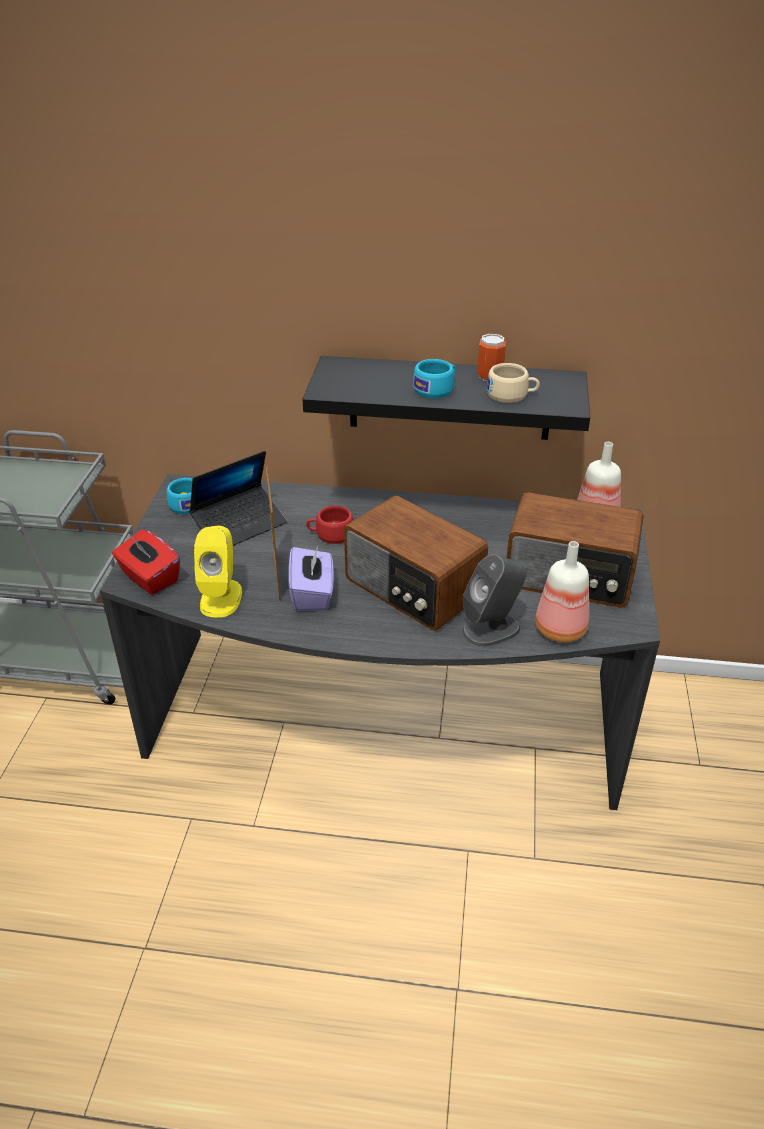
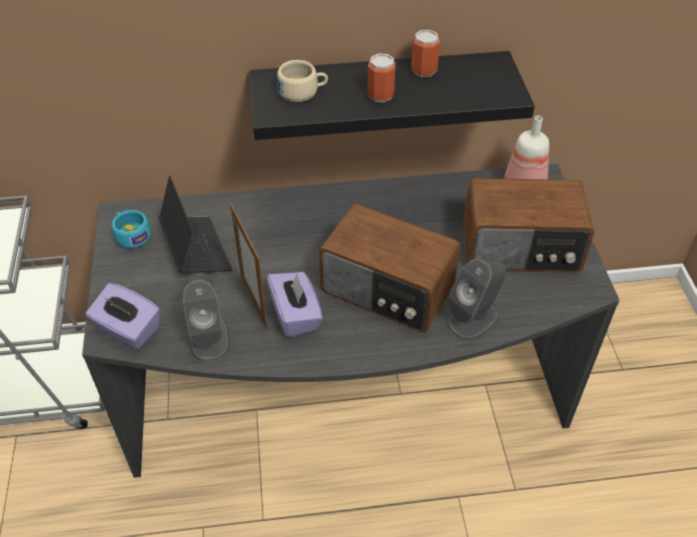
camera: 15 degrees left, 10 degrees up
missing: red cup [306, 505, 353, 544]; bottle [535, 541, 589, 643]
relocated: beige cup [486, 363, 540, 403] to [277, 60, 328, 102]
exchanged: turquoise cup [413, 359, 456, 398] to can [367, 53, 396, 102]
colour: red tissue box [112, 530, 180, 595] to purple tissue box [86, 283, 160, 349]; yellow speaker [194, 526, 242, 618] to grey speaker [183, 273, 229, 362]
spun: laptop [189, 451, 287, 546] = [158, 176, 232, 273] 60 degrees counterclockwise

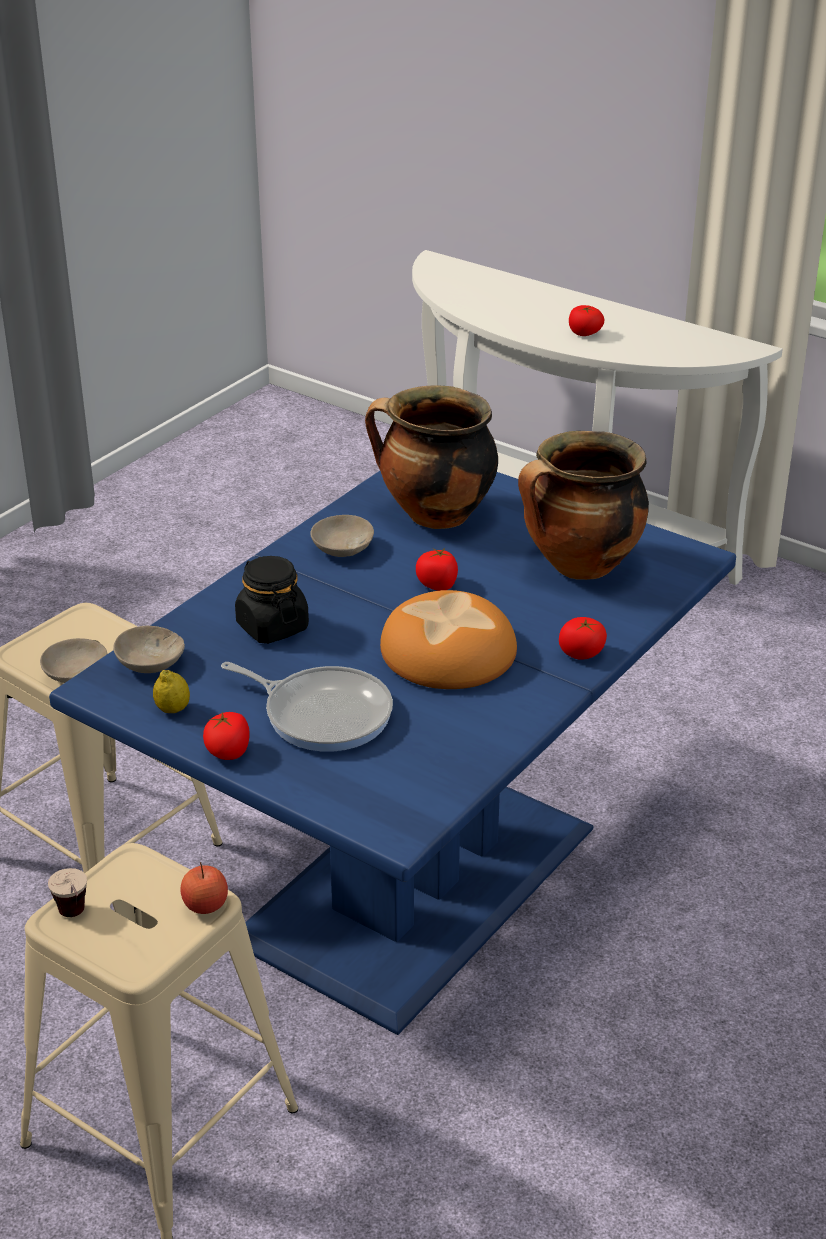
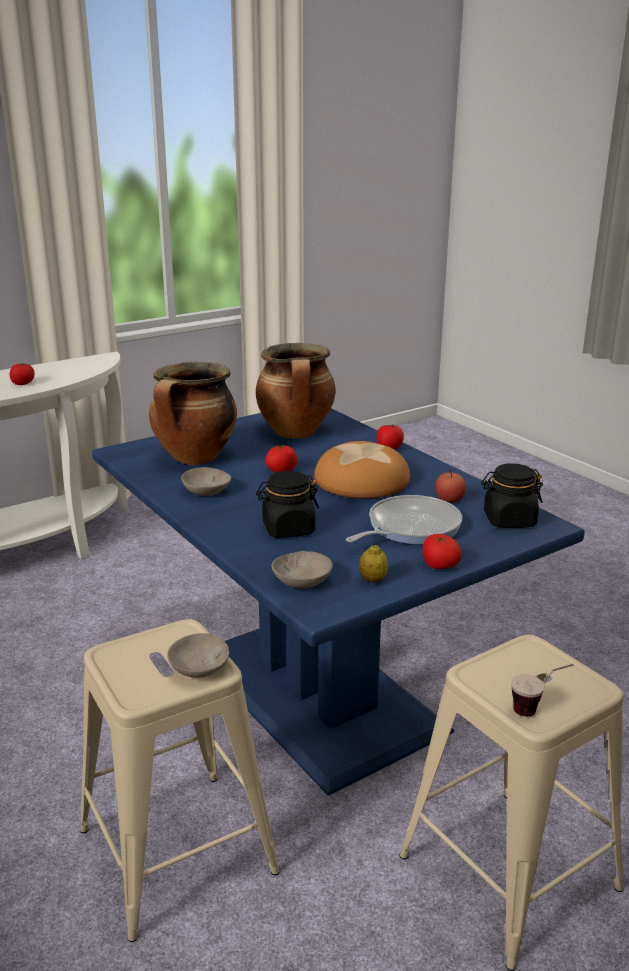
camera: 70 degrees left, 10 degrees down
appeared: black jar [481, 464, 543, 528]
relocated: apple [181, 862, 228, 914] to [435, 468, 466, 502]

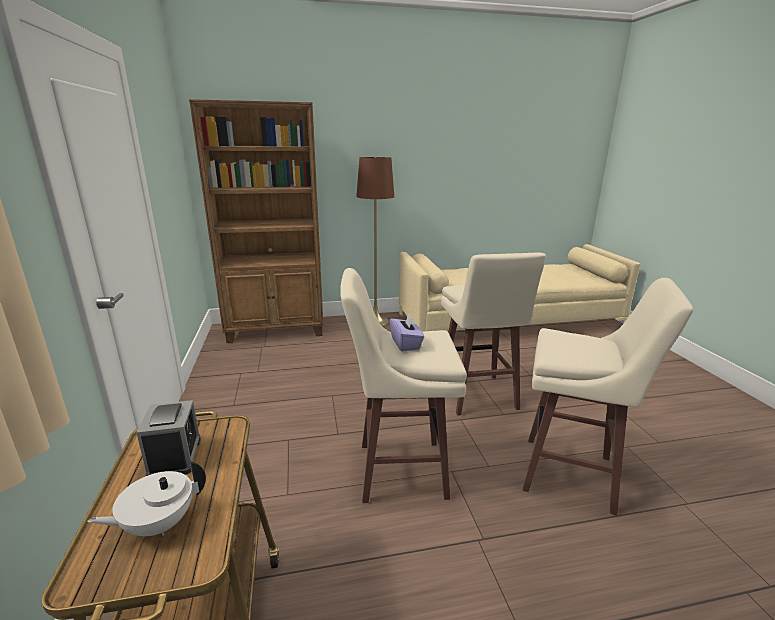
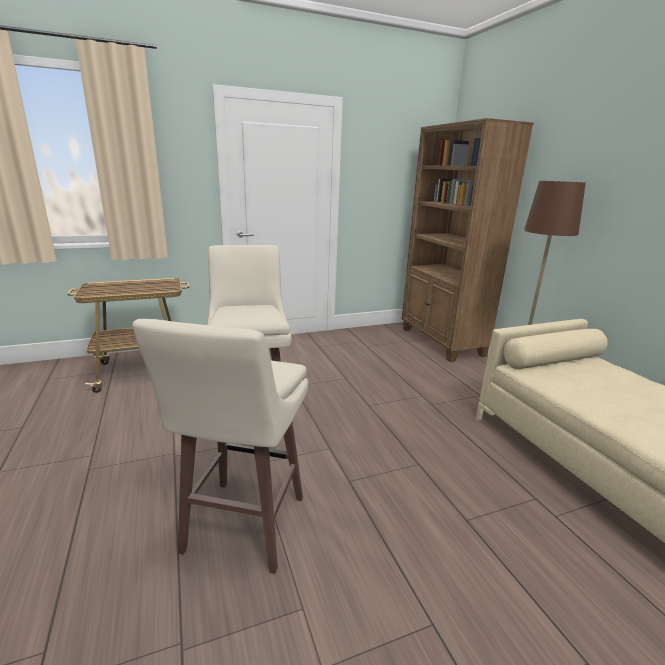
camera: 80 degrees right, 0 degrees up
missing: white teapot [87, 461, 206, 536]; alarm clock [136, 400, 201, 476]; purple tissue box [390, 314, 424, 351]; beige stool [441, 252, 546, 416]

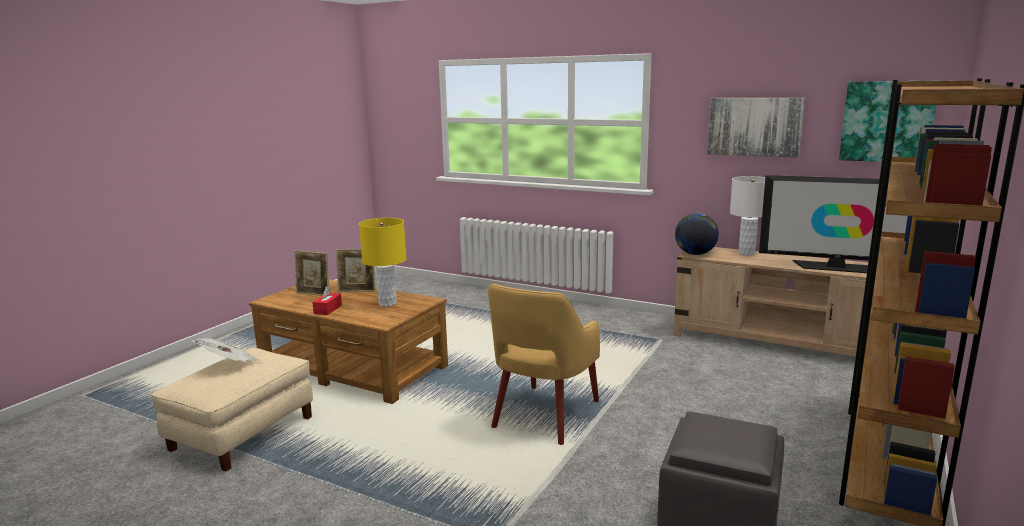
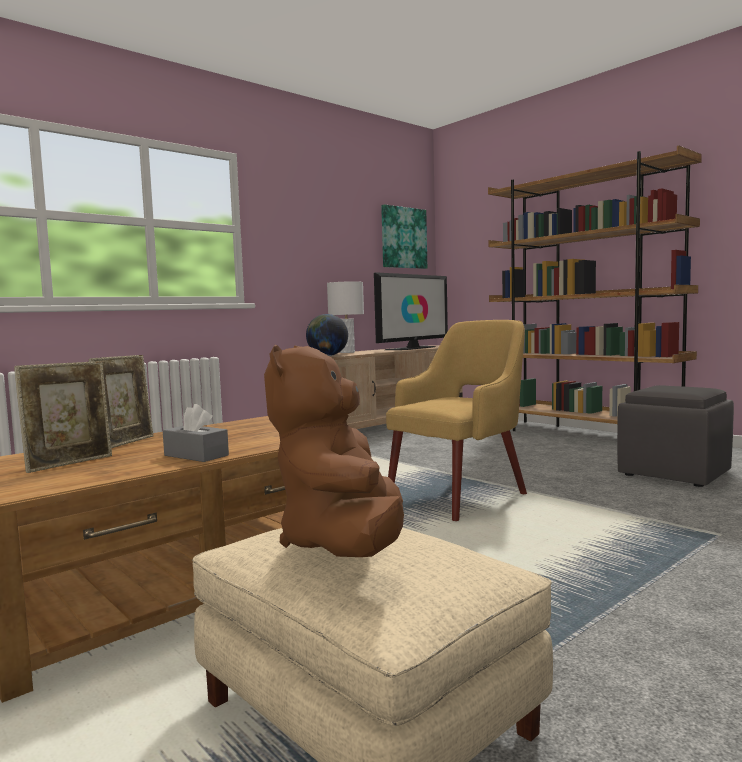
camera: 70 degrees left, 10 degrees down
missing: yellow table lamp [359, 218, 406, 307]; picture [707, 98, 805, 158]
exchanged: newspaper [191, 338, 262, 362] to brown plush toy [264, 345, 404, 557]
colour: red tissue box [312, 286, 342, 315] to grey tissue box [163, 404, 229, 462]
spun: yellow armchair [488, 284, 600, 445] = [386, 320, 527, 521] 90 degrees counterclockwise

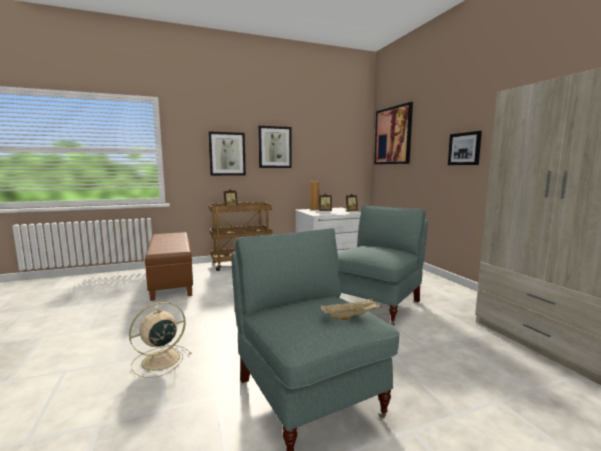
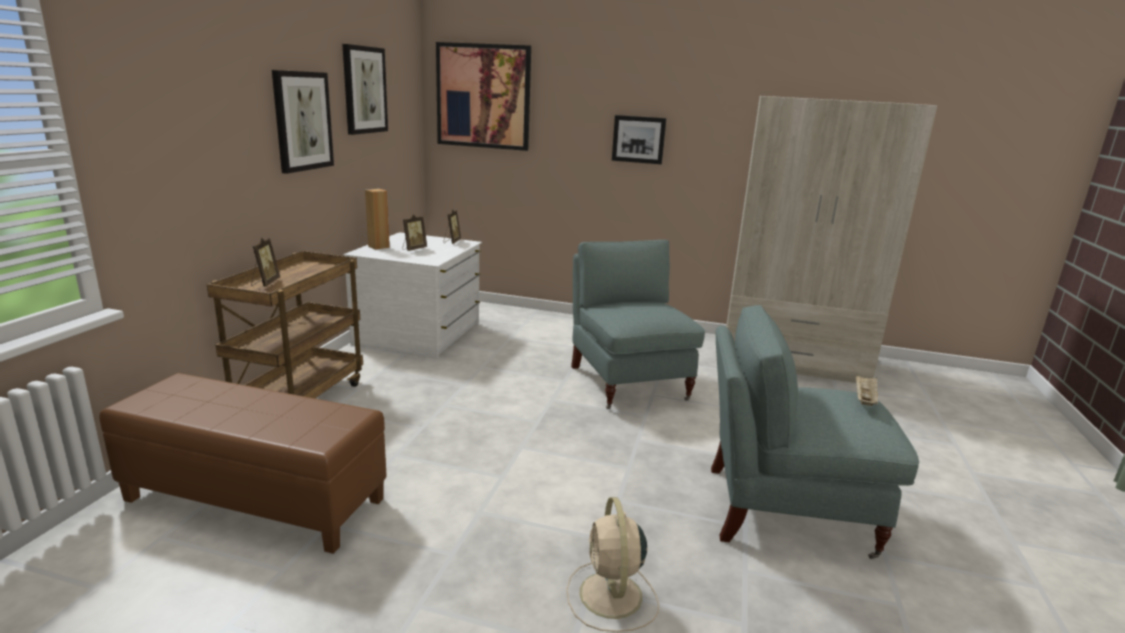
camera: 55 degrees left, 10 degrees up
relocated: picture [208, 131, 246, 176] to [342, 44, 388, 135]

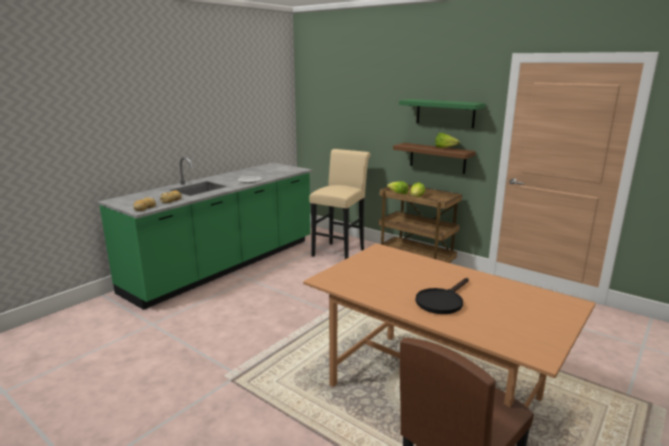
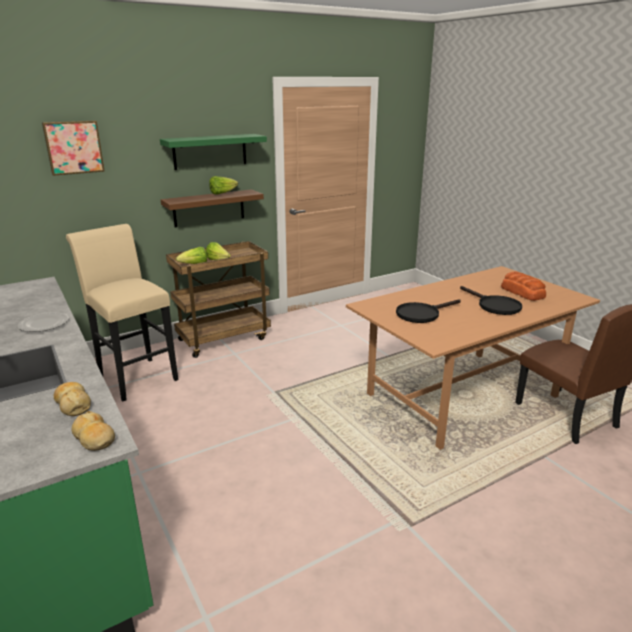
camera: 70 degrees left, 5 degrees up
appeared: picture [42, 121, 105, 176]; black frying pan [396, 300, 460, 323]; bread [501, 272, 546, 301]

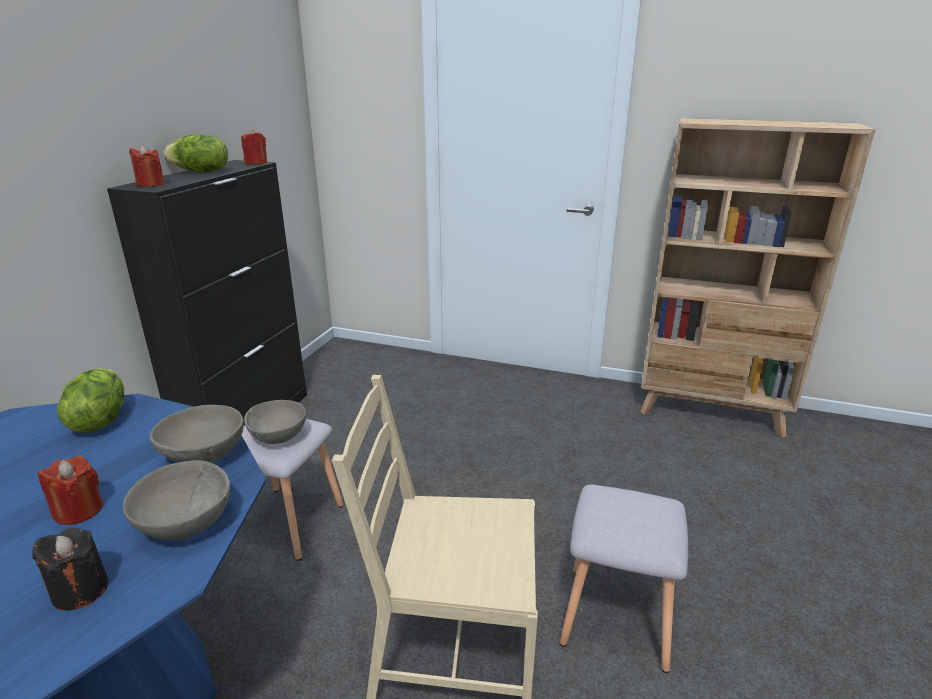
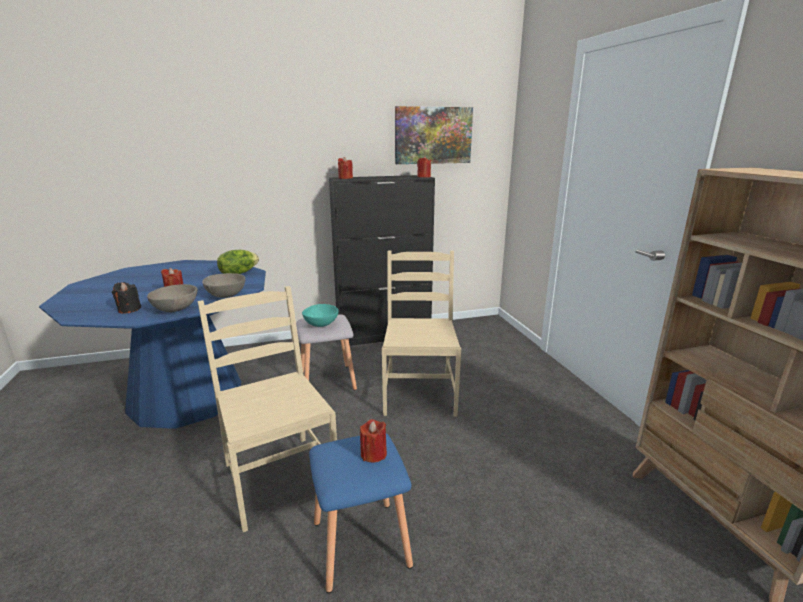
camera: 55 degrees right, 5 degrees down
missing: lettuce [163, 134, 228, 172]
appeared: red candle [360, 419, 387, 462]; beige chair [382, 251, 461, 417]; picture [395, 106, 473, 164]
colour: grey bowl [244, 400, 306, 444] to turquoise bowl [302, 304, 339, 327]; grey stool [560, 484, 688, 673] to blue stool [309, 433, 413, 593]

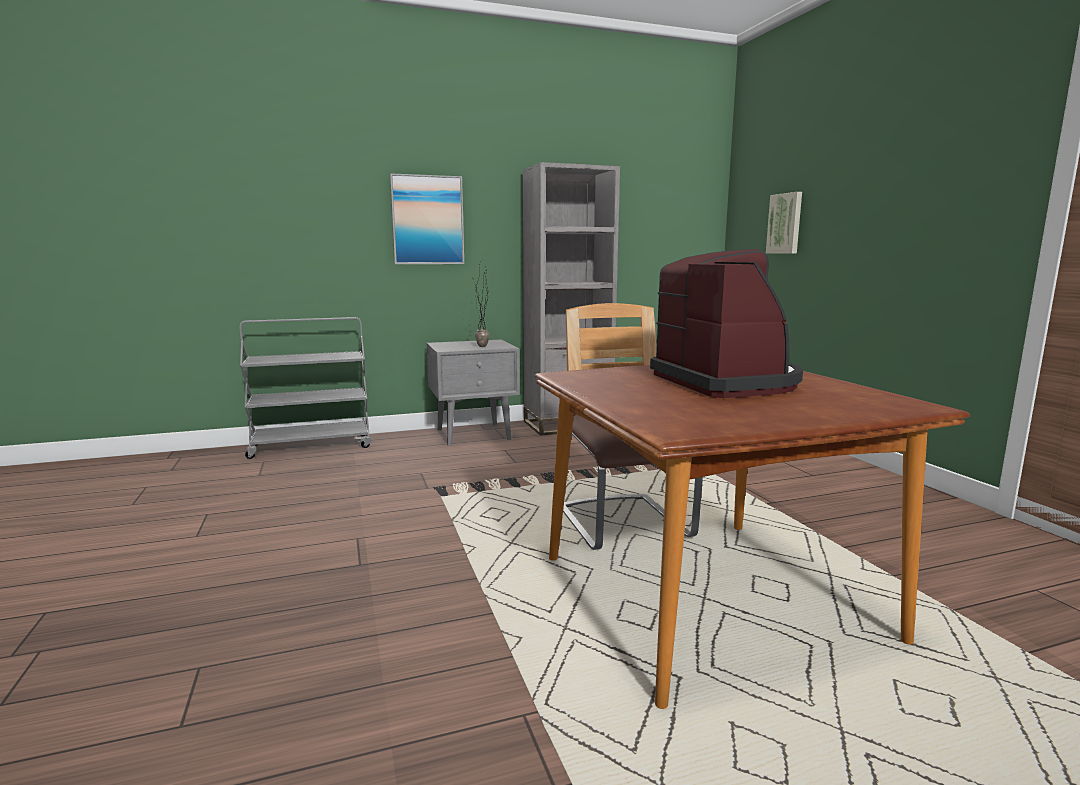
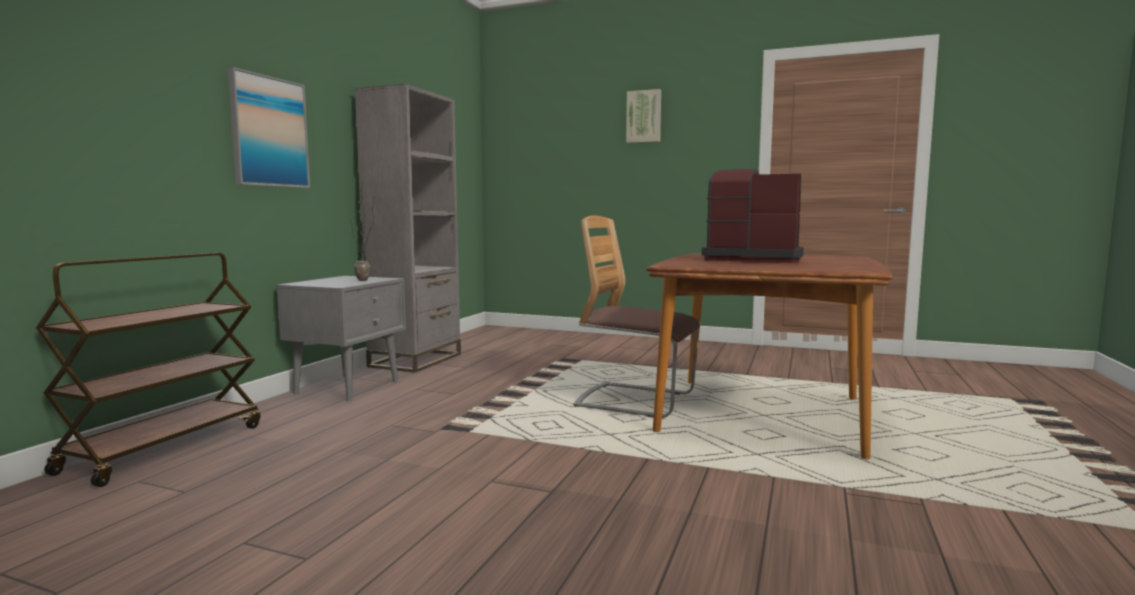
camera: 50 degrees left, 5 degrees down
relocated: picture [766, 192, 802, 254] to [626, 89, 661, 143]
colour: grey cart [239, 317, 371, 459] to brown cart [36, 253, 260, 487]

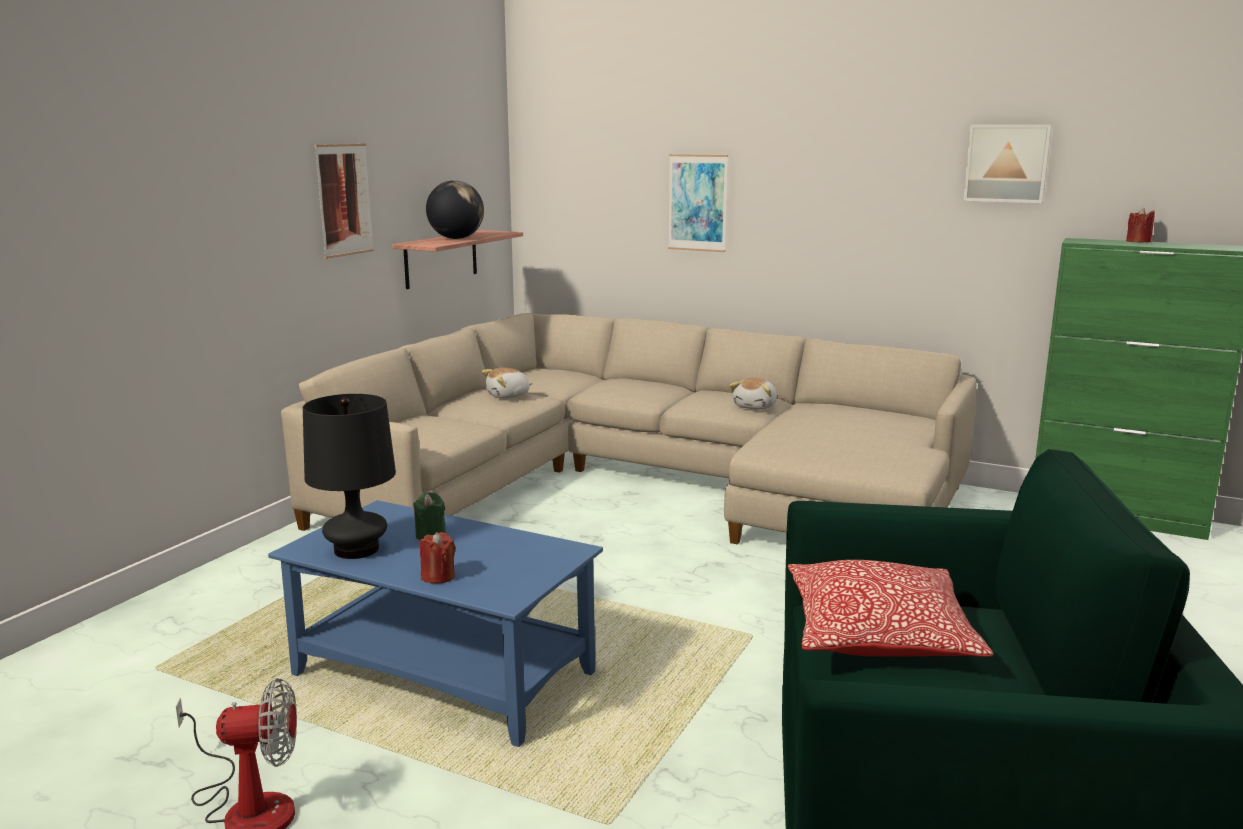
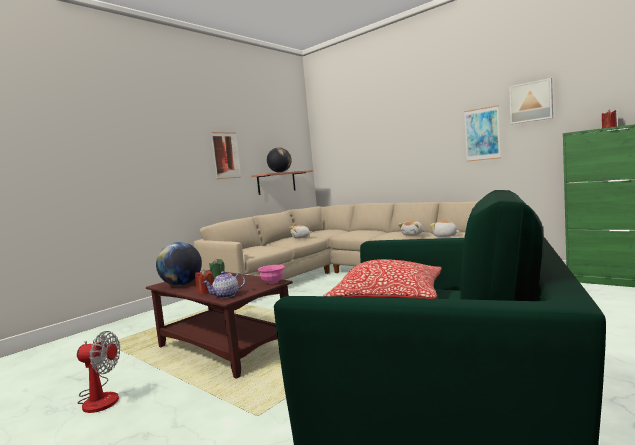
camera: 15 degrees right, 10 degrees down
appeared: teapot [203, 271, 245, 298]; pink bowl [257, 265, 285, 284]; plush toy [430, 220, 460, 237]
relocated: picture [668, 154, 728, 252] to [464, 105, 501, 162]
exchanged: black table lamp [303, 394, 396, 559] to globe [156, 242, 202, 286]
colour: blue coffee table [268, 500, 603, 747] to brown coffee table [146, 270, 293, 379]

